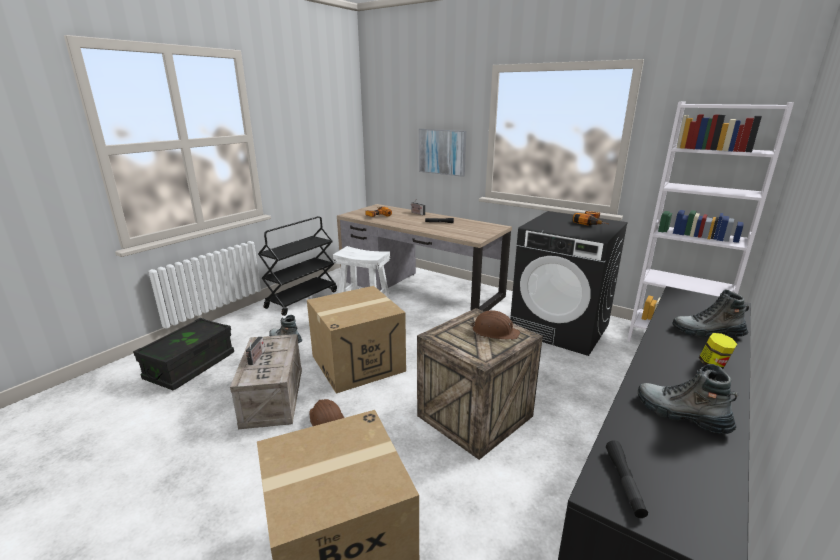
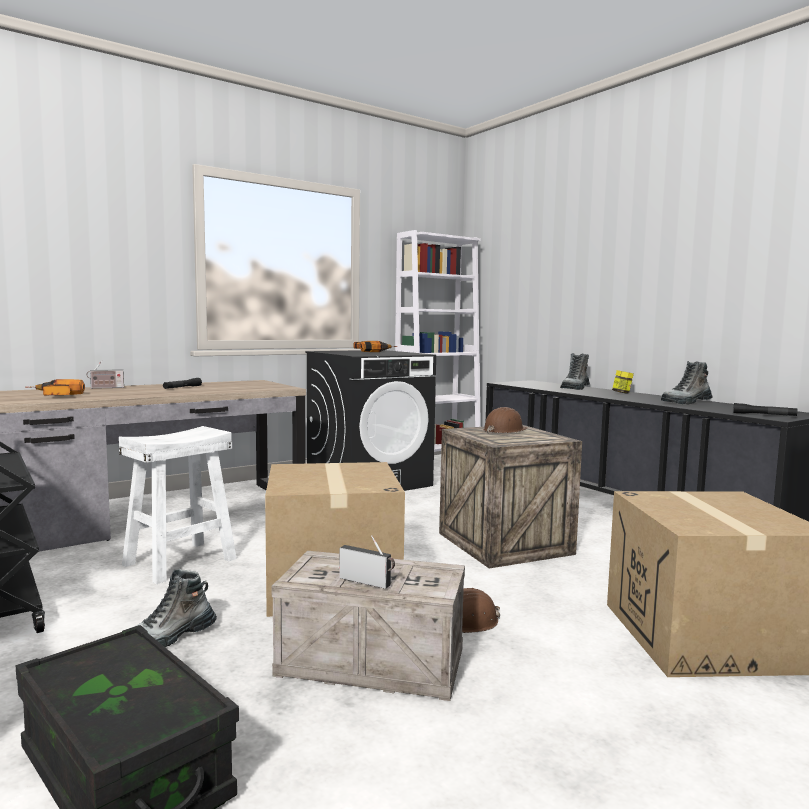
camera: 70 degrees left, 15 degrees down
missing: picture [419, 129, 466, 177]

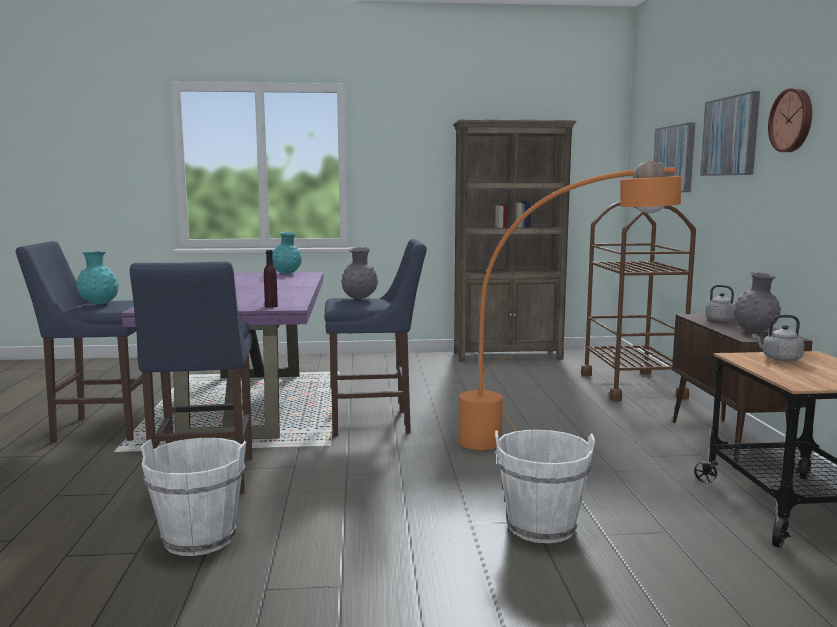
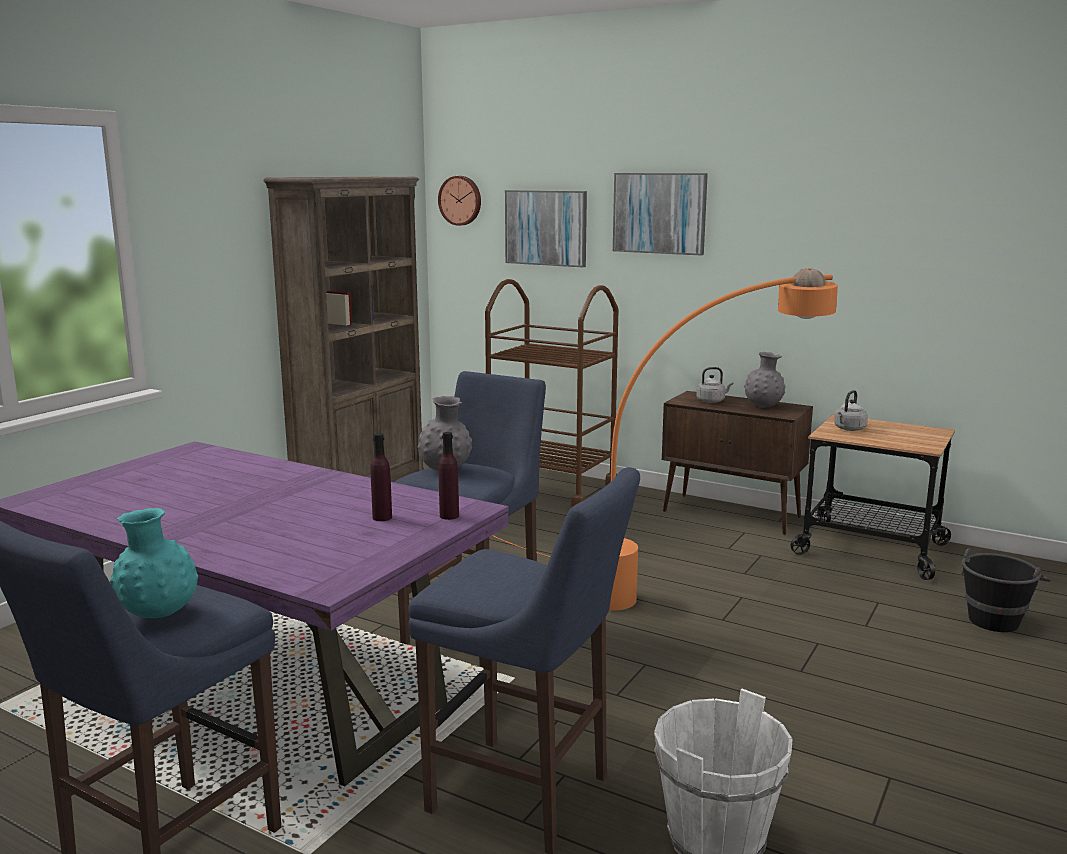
camera: 55 degrees left, 5 degrees up
missing: turquoise vase [272, 232, 302, 274]; white bucket [495, 430, 595, 543]
appeared: purple bottle [370, 433, 392, 521]; black bucket [962, 548, 1051, 632]
relocated: wall clock [768, 88, 812, 152] to [438, 176, 481, 226]

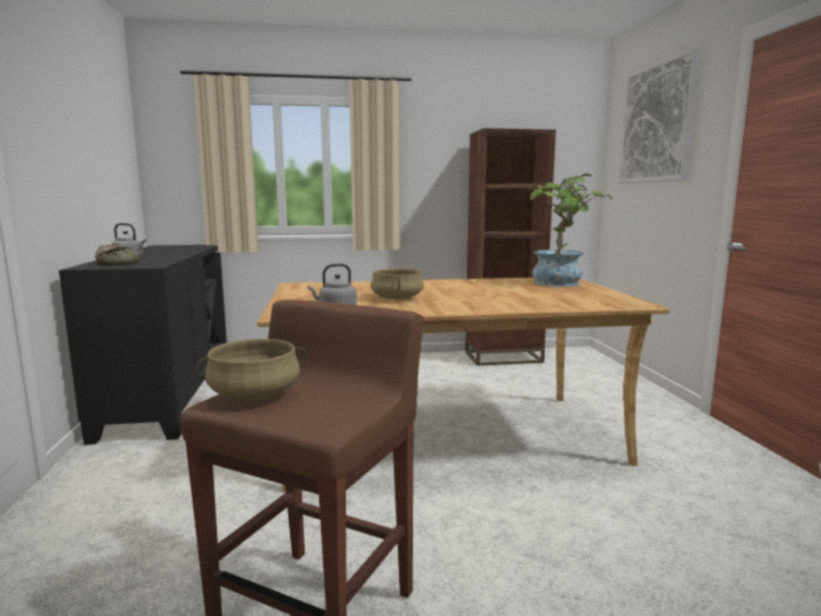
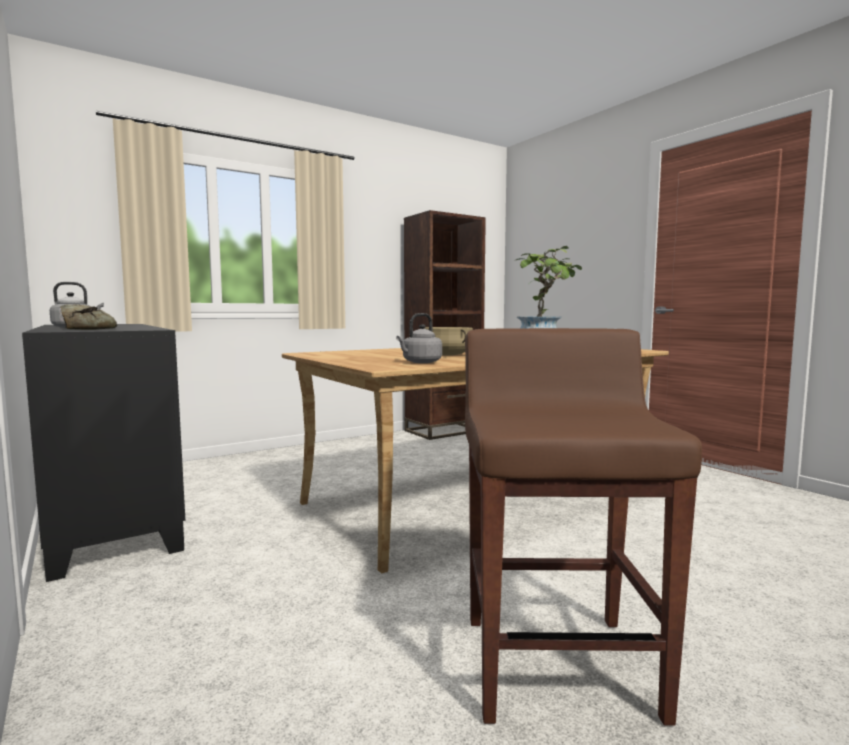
camera: 25 degrees left, 5 degrees down
missing: beige cooking pot [195, 339, 308, 400]; picture [619, 47, 701, 183]

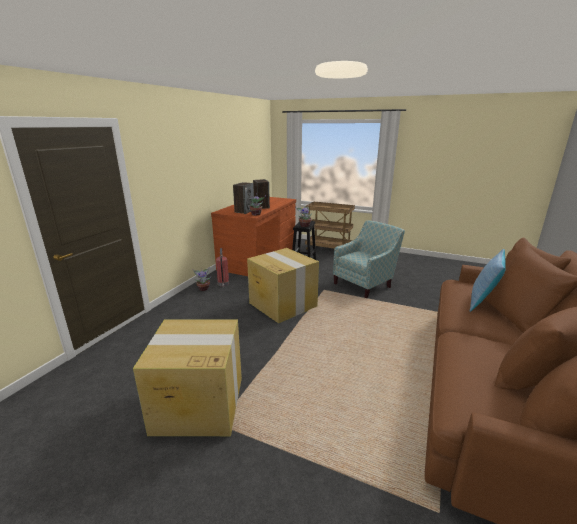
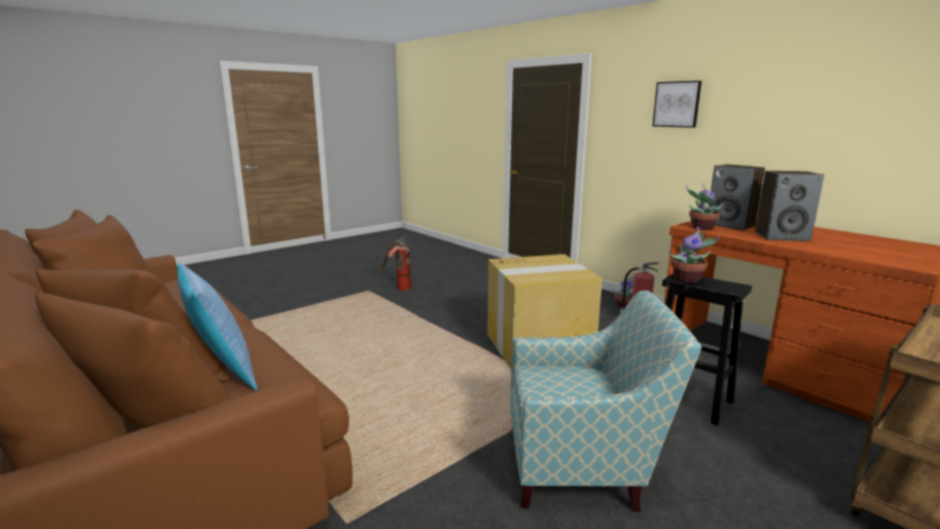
camera: 115 degrees right, 5 degrees down
appeared: picture [652, 81, 702, 128]
exchanged: cardboard box [133, 319, 242, 436] to fire extinguisher [379, 237, 411, 290]
spun: armchair [333, 220, 405, 298] = [510, 290, 702, 512] 75 degrees counterclockwise

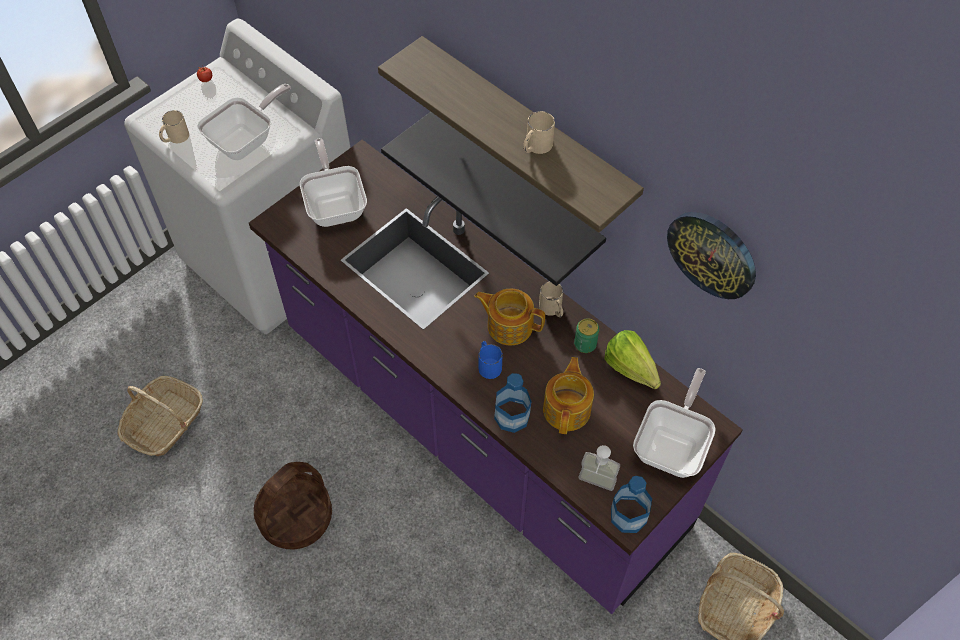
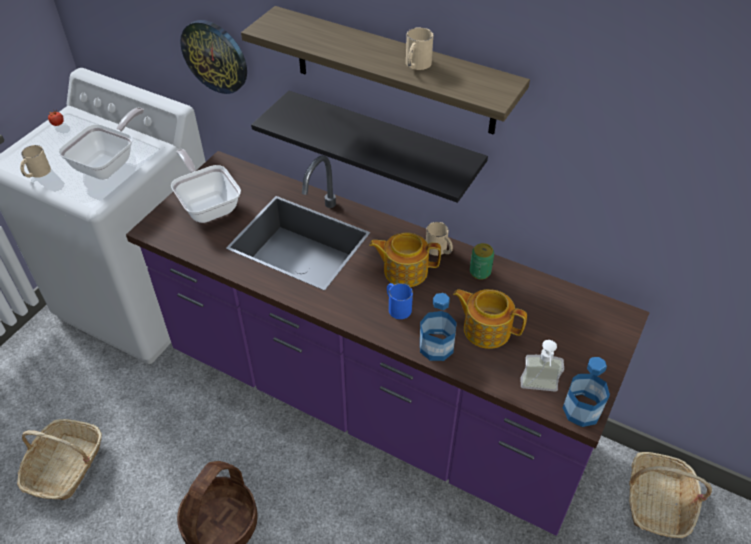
camera: 15 degrees left, 10 degrees down
missing: lettuce [605, 330, 661, 390]; frying pan [633, 368, 716, 478]
relocated: wall clock [667, 212, 756, 299] to [180, 20, 247, 94]
spun: teapot [543, 357, 594, 434] = [453, 289, 527, 349] 60 degrees counterclockwise

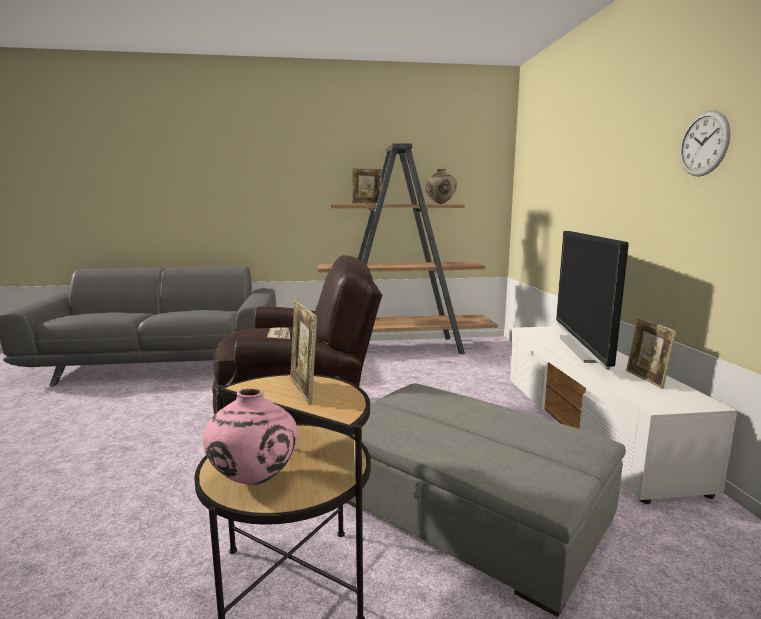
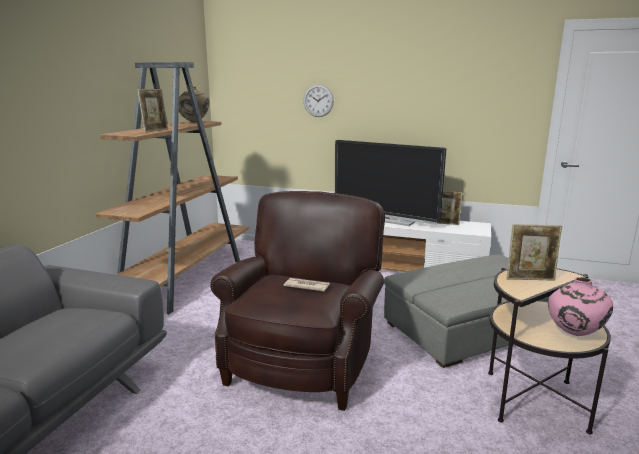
camera: 65 degrees left, 5 degrees up
relocated: wall clock [680, 110, 730, 177] to [304, 84, 334, 117]

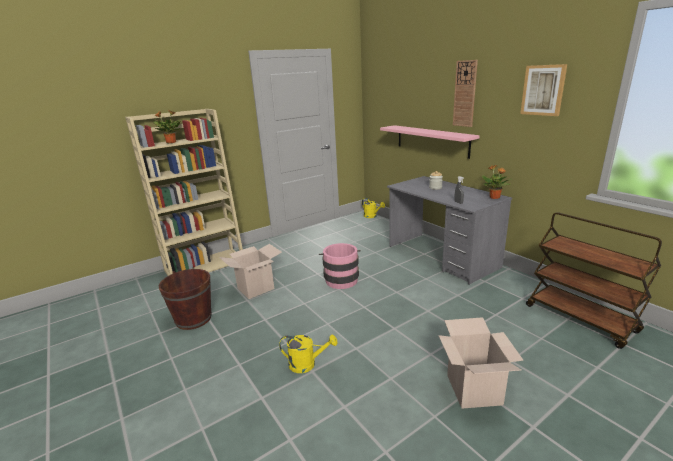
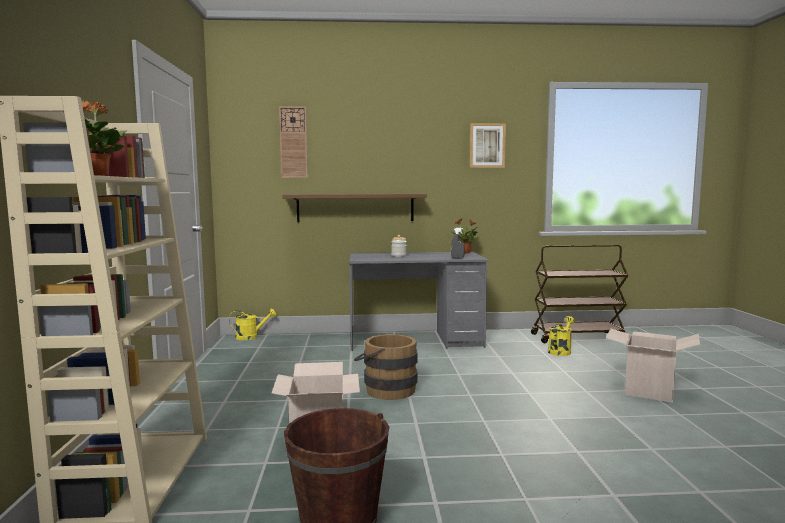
camera: 60 degrees left, 15 degrees down
relocated: yellow watering can [279, 335, 338, 373] to [548, 316, 575, 356]; wall clock [453, 60, 478, 127] to [279, 106, 308, 178]
colour: pink bucket [319, 243, 361, 289] to brown bucket [354, 334, 418, 400]; pink shelf [380, 125, 480, 159] to brown shelf [282, 194, 427, 222]

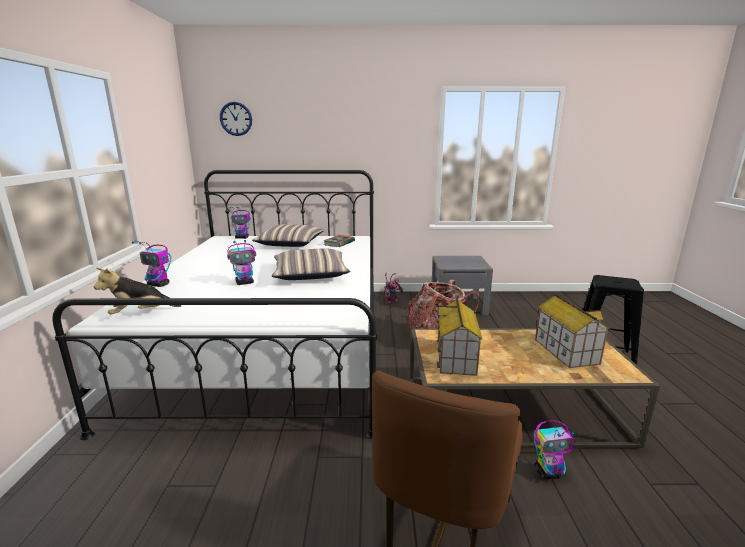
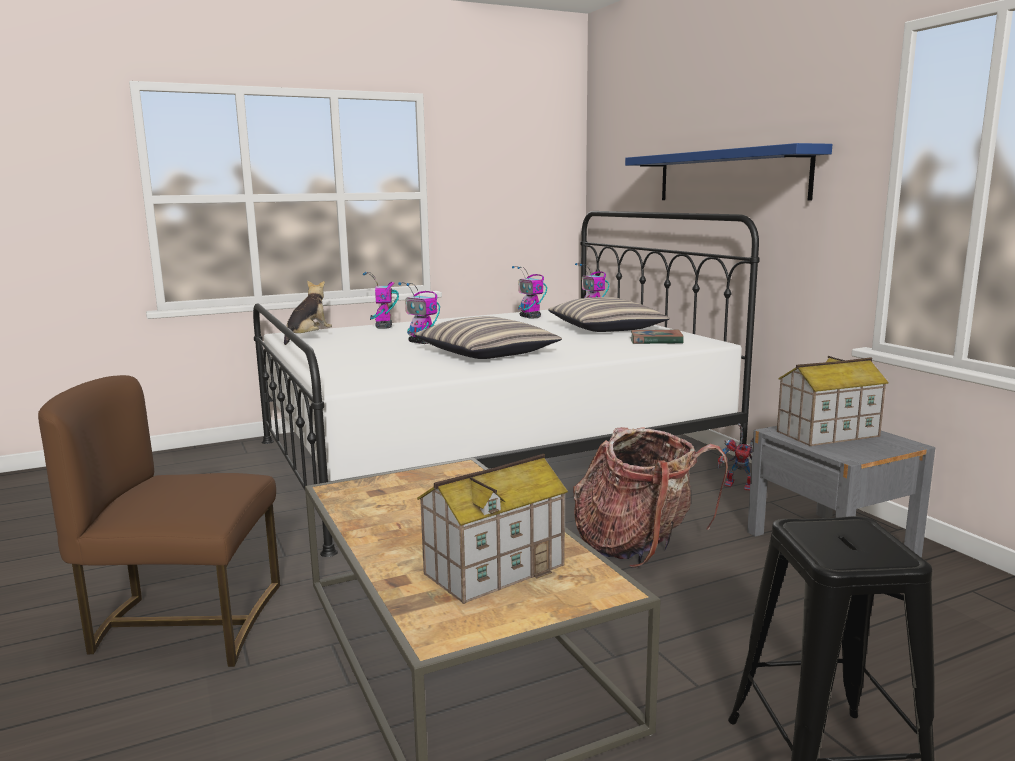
camera: 65 degrees right, 5 degrees down
missing: wall clock [220, 102, 252, 136]
appeared: blue shelf [625, 143, 832, 201]
relocated: toy house [437, 298, 482, 376] to [777, 356, 889, 446]; toy robot [534, 420, 575, 479] to [512, 266, 547, 319]
spun: plush toy [94, 268, 181, 315] = [284, 280, 332, 345] 75 degrees clockwise

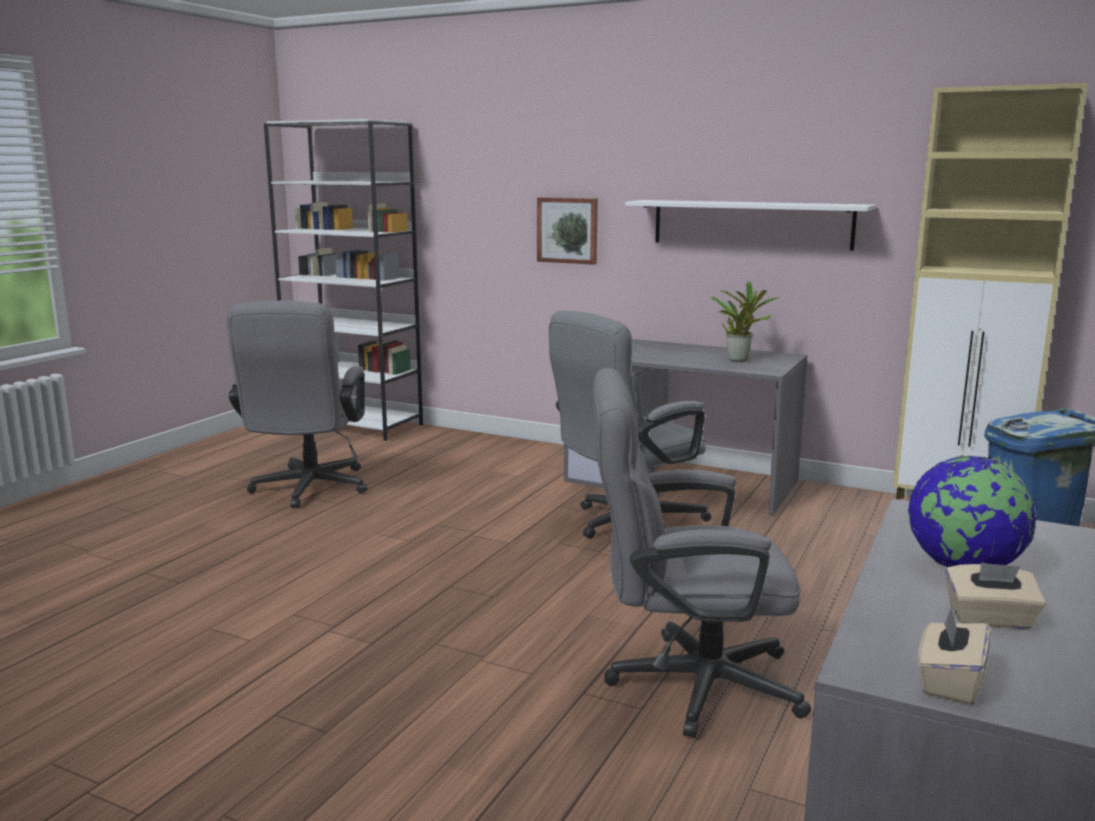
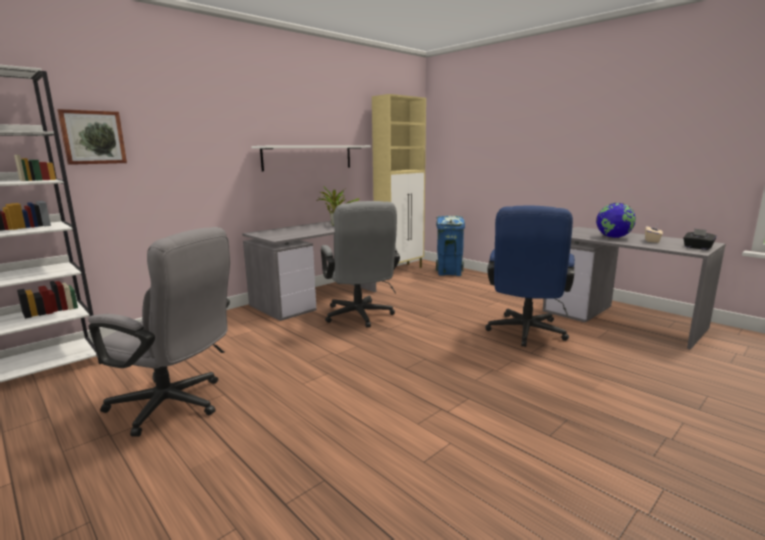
camera: 70 degrees left, 0 degrees up
relocated: picture [537, 197, 598, 265] to [57, 109, 127, 165]
colour: grey office chair [593, 368, 811, 738] to blue office chair [485, 206, 575, 347]; beige tissue box [918, 606, 991, 705] to black tissue box [683, 228, 717, 250]

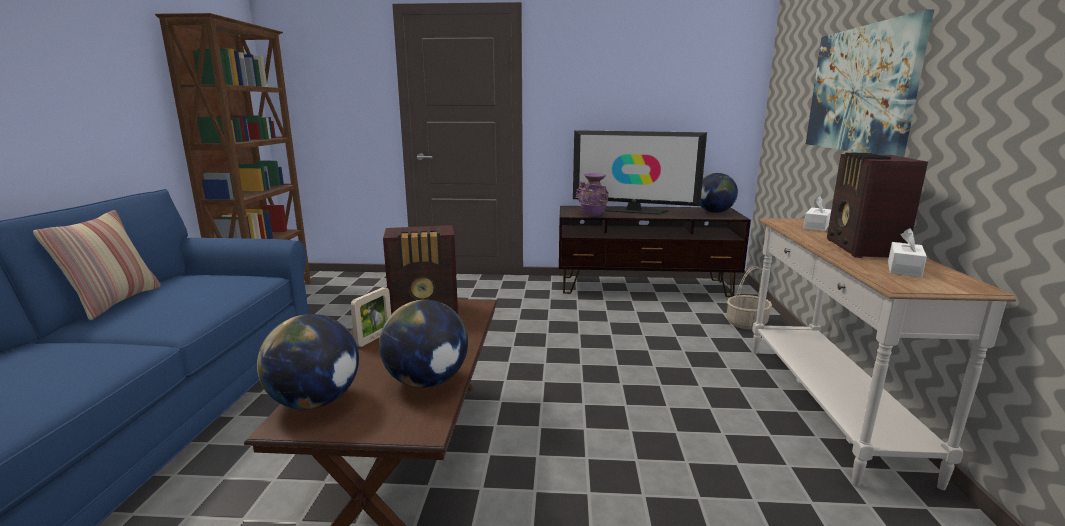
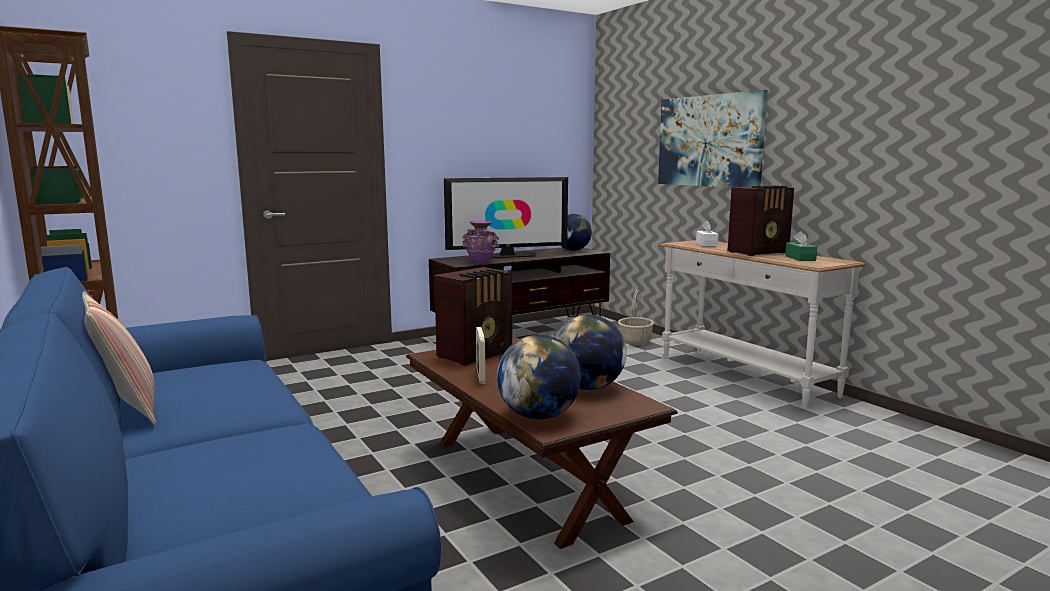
camera: 35 degrees left, 5 degrees down
colour: white tissue box [888, 228, 927, 277] to green tissue box [785, 231, 817, 261]
spun: radio [827, 153, 928, 258] = [728, 186, 794, 256] 90 degrees counterclockwise

